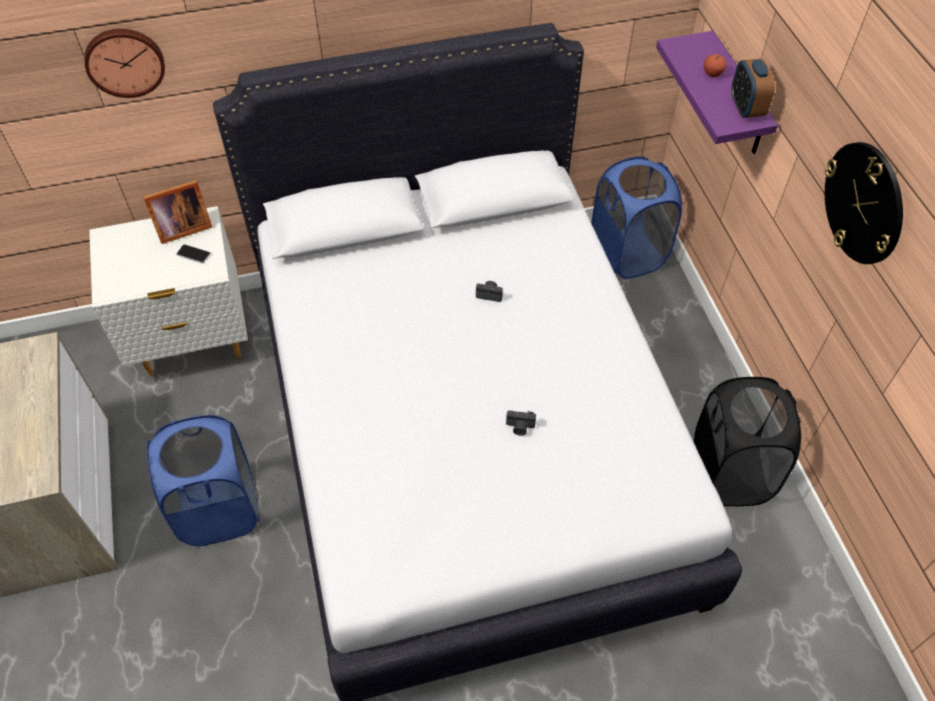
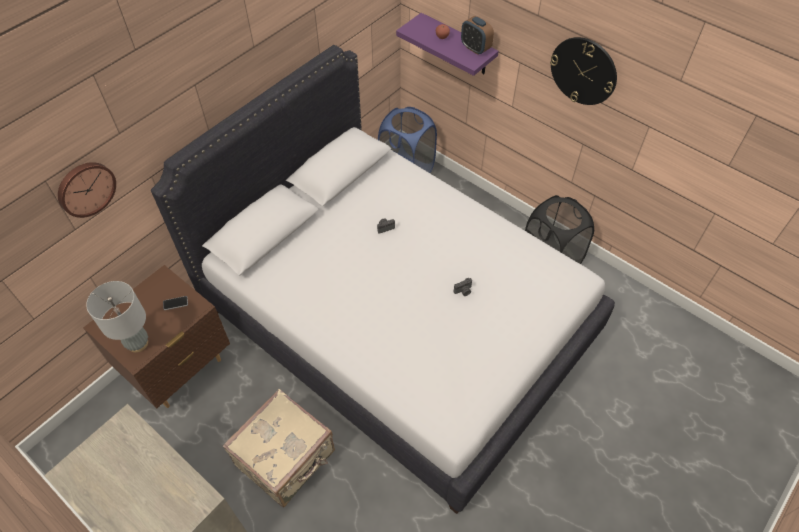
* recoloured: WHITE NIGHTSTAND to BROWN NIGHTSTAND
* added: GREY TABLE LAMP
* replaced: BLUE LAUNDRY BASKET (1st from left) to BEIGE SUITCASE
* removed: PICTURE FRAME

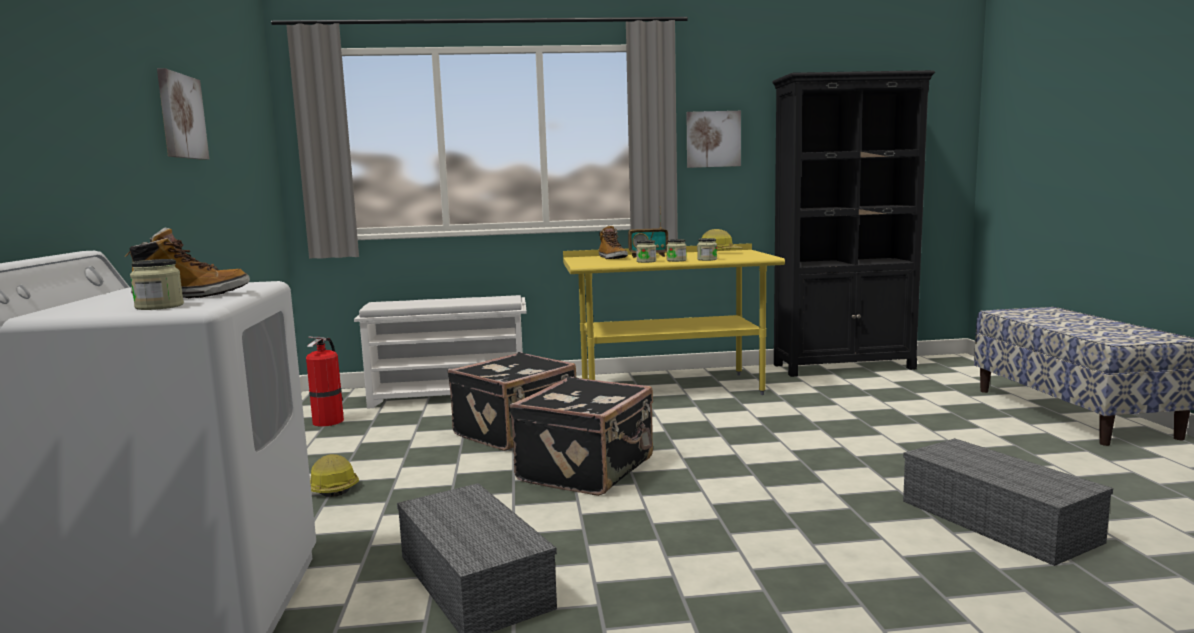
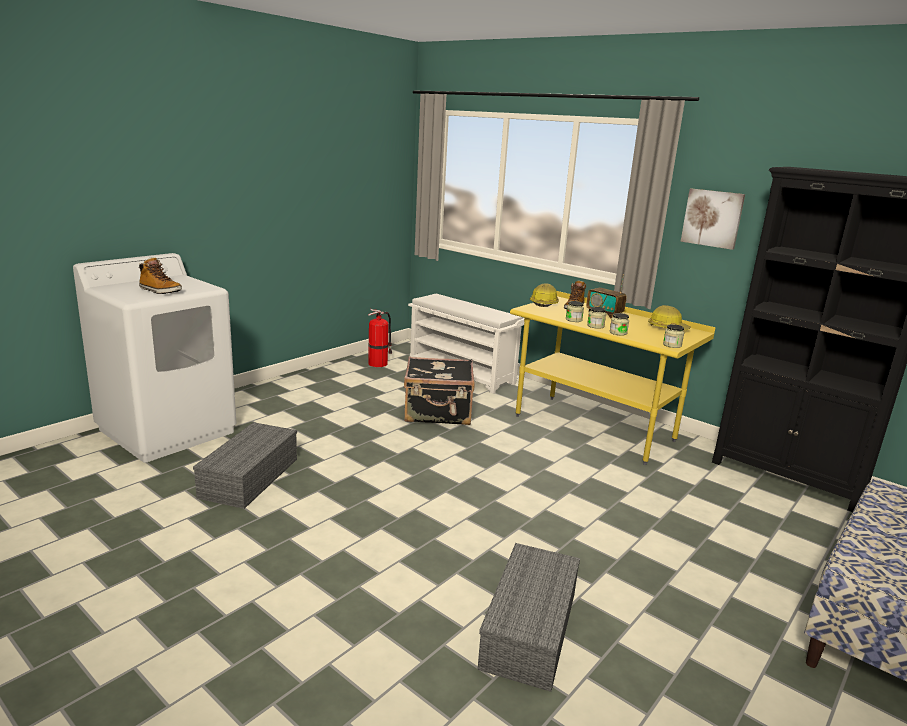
* moved: HARD HAT (1st from left)
* moved: JAR (1st from left in the first image) to JAR (4th from left)
* removed: PICTURE (1st from left)
* removed: BLACK SUITCASE (2nd from left)

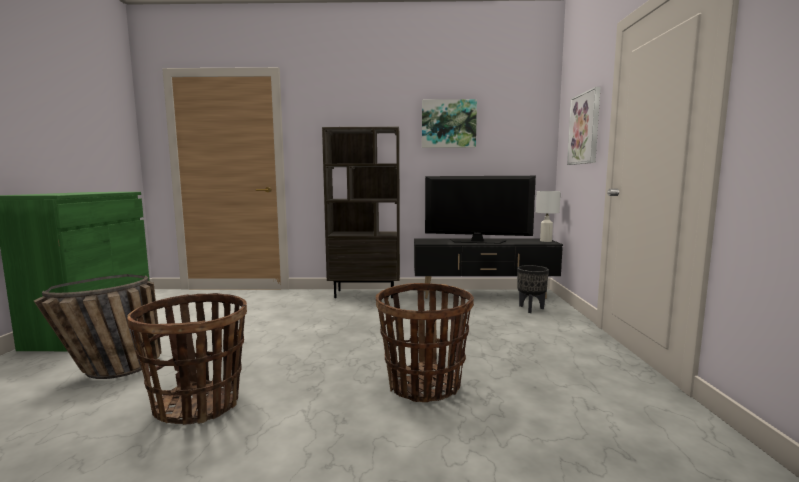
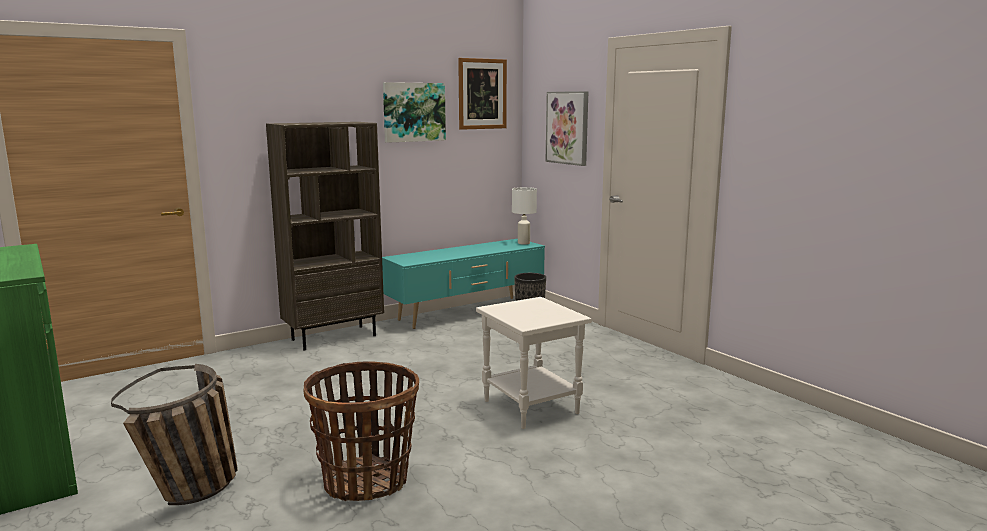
* recoloured: BLACK TV STAND to TURQUOISE TV STAND
* added: PICTURE (2nd from left)
* replaced: BASKET (3rd from left) to WHITE SIDE TABLE
* removed: TELEVISION

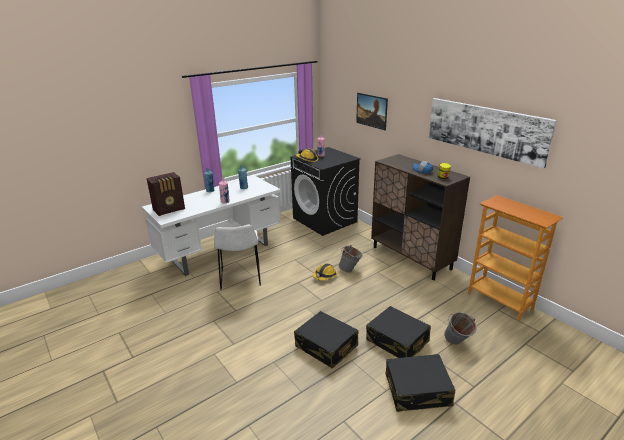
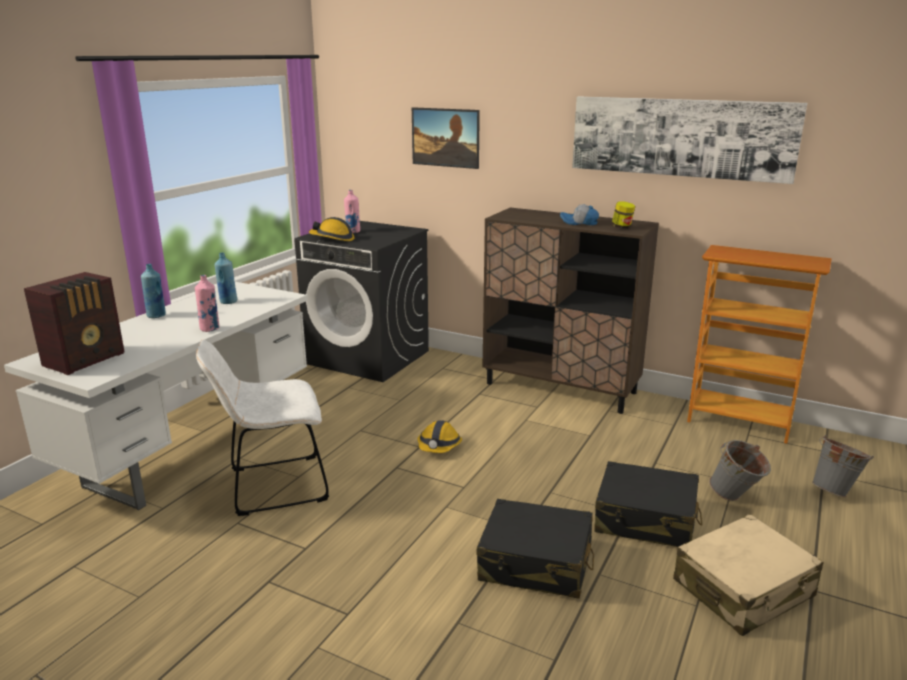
* turned: WHITE CHAIR 105 degrees clockwise
* recoloured: BLACK SUITCASE (3rd from left) to BEIGE SUITCASE
* moved: GREY BUCKET (1st from left in the first image) to GREY BUCKET (2nd from left)

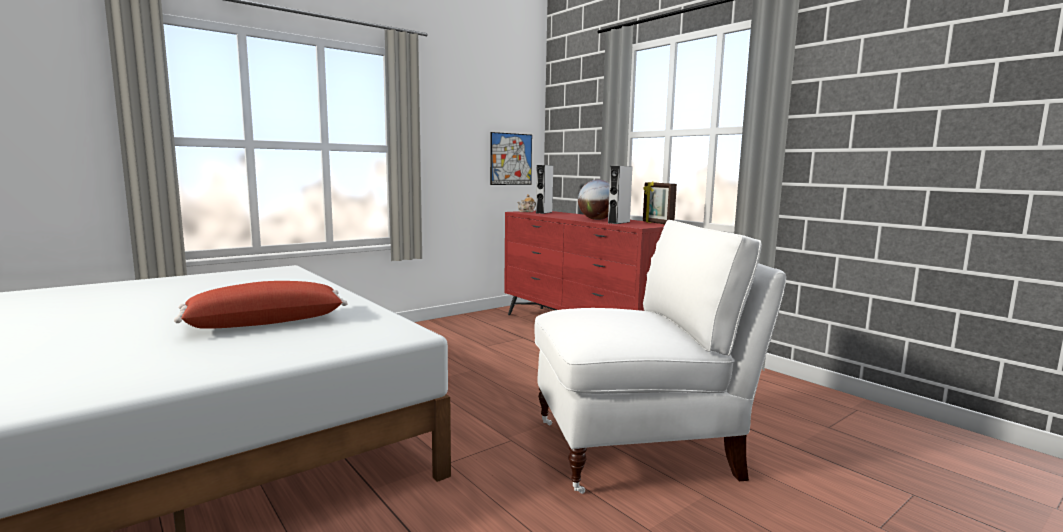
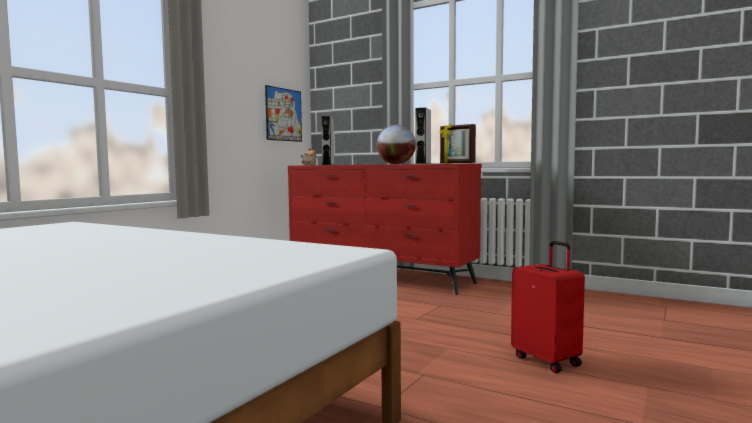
* replaced: WHITE CHAIR to RED SUITCASE
* removed: RED PILLOW

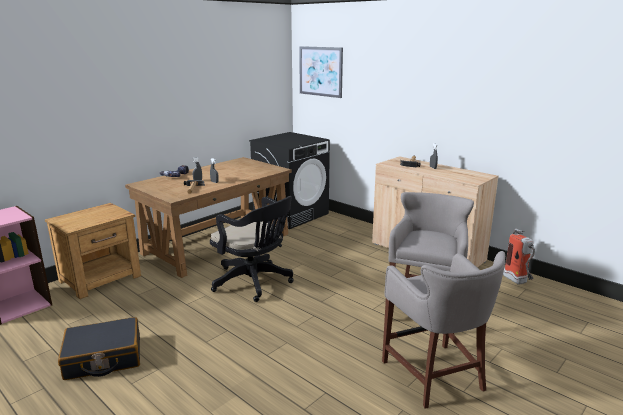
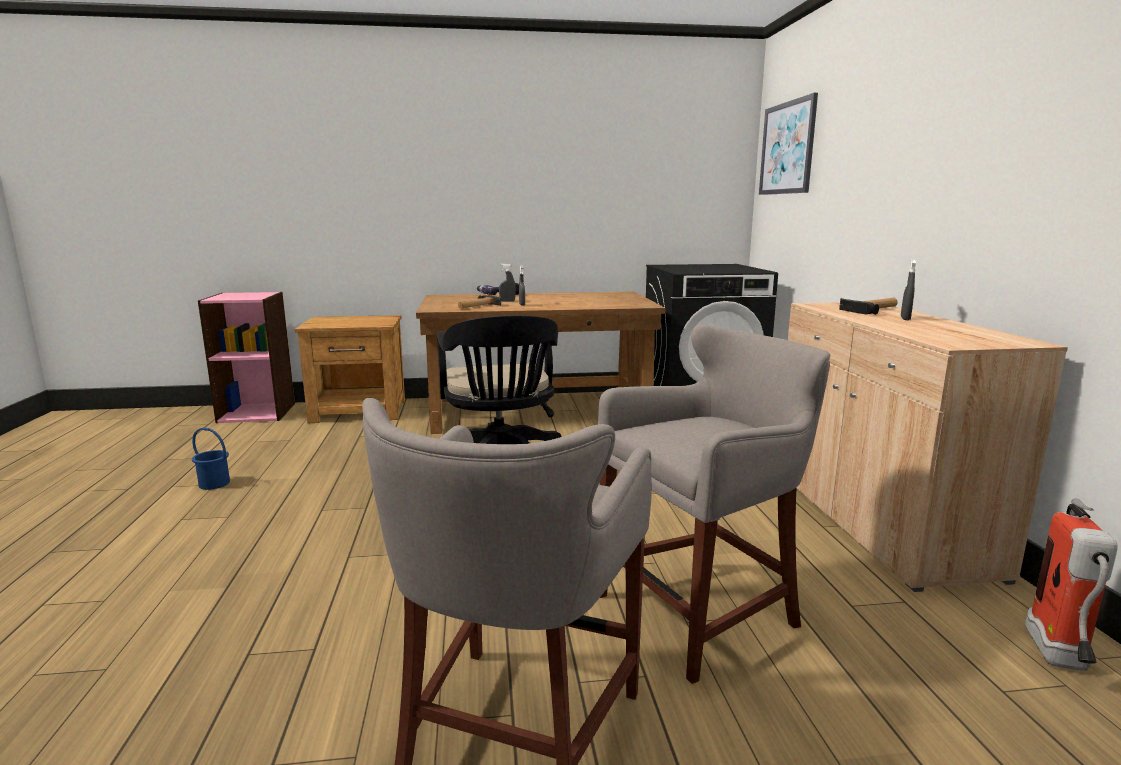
* replaced: BLACK SUITCASE to BLUE BUCKET

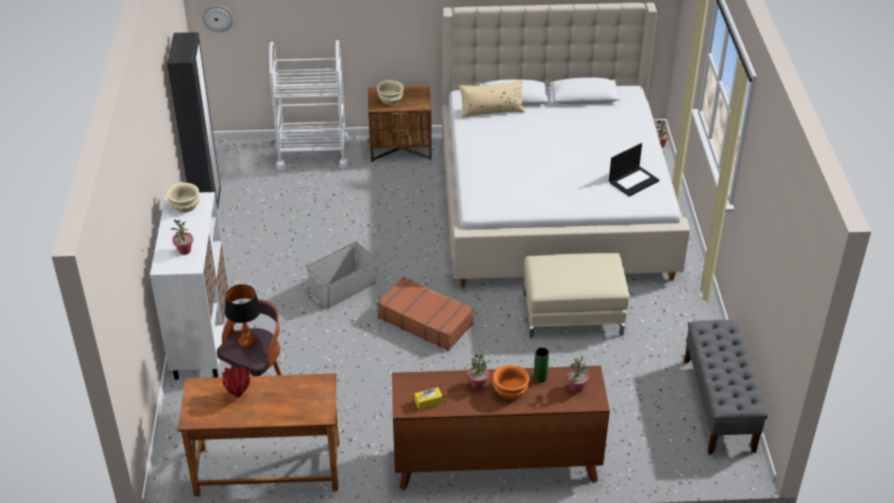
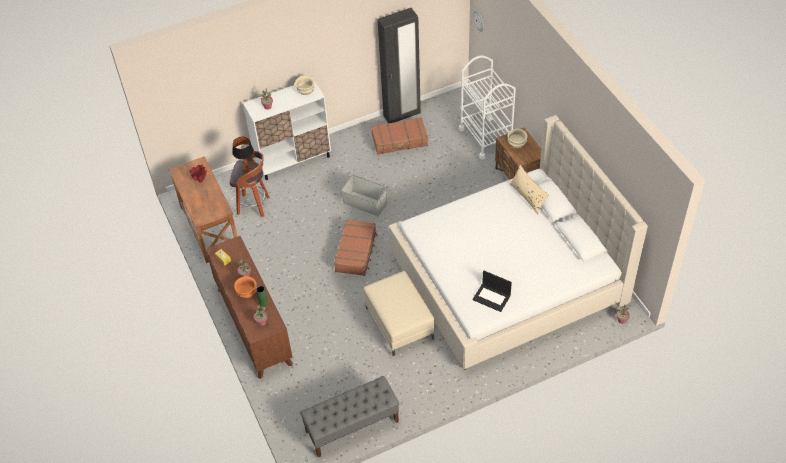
* added: BROWN SUITCASE (2nd from left)

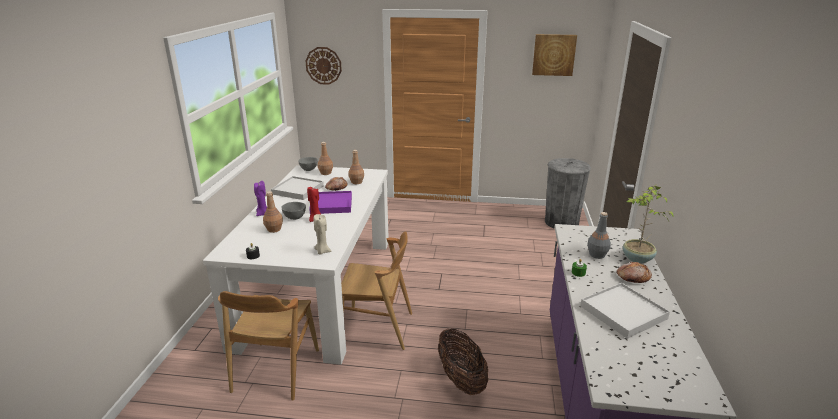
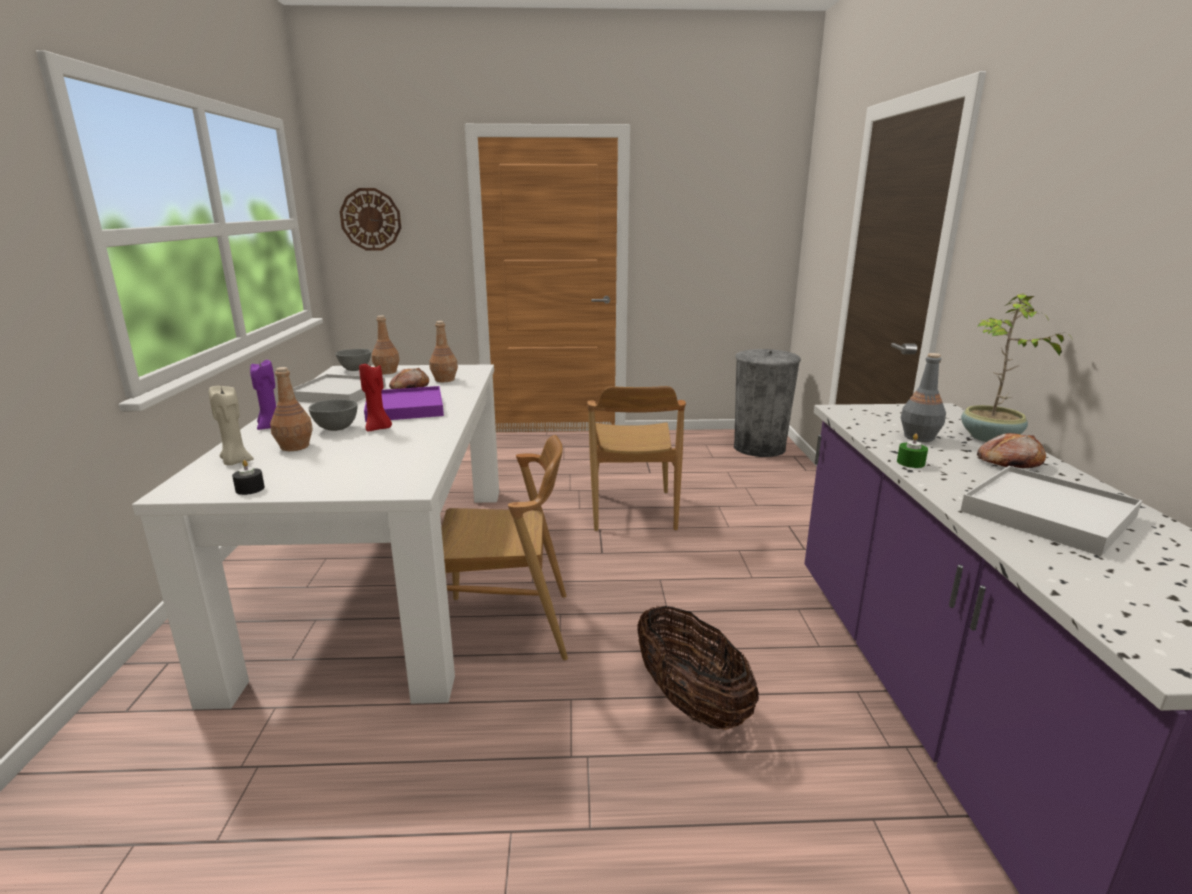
* moved: BEIGE CANDLE
* moved: BROWN CHAIR (1st from left in the first image) to BROWN CHAIR (2nd from left)
* removed: PICTURE

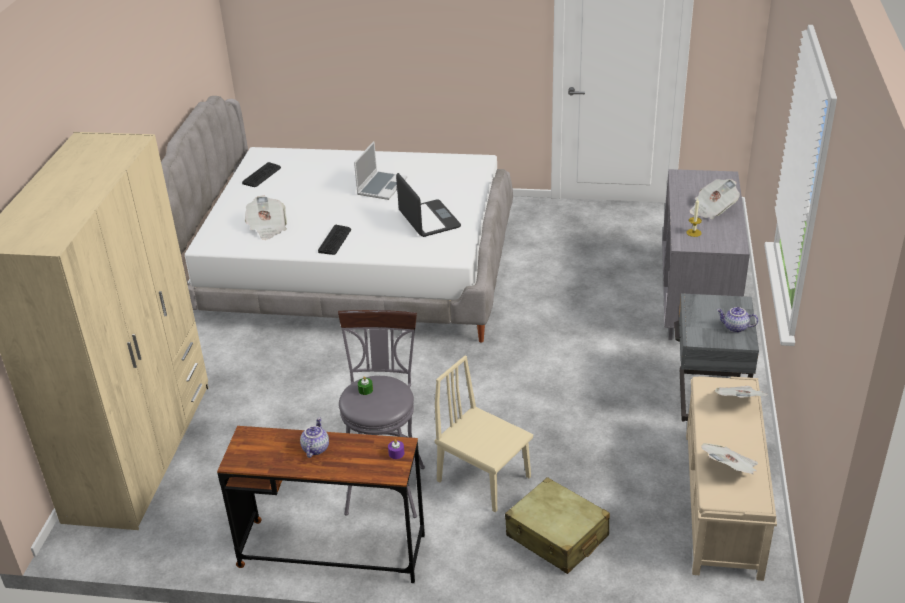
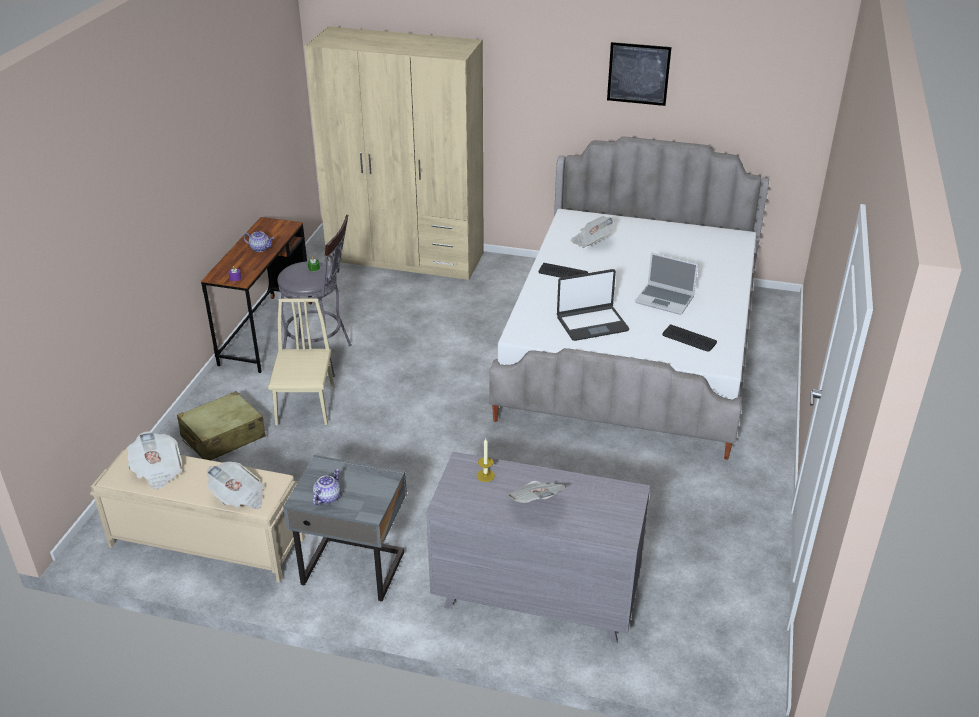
* turned: BEIGE CHAIR 45 degrees counterclockwise
* added: PICTURE
* moved: KEYBOARD (1st from left in the first image) to KEYBOARD (2nd from left)

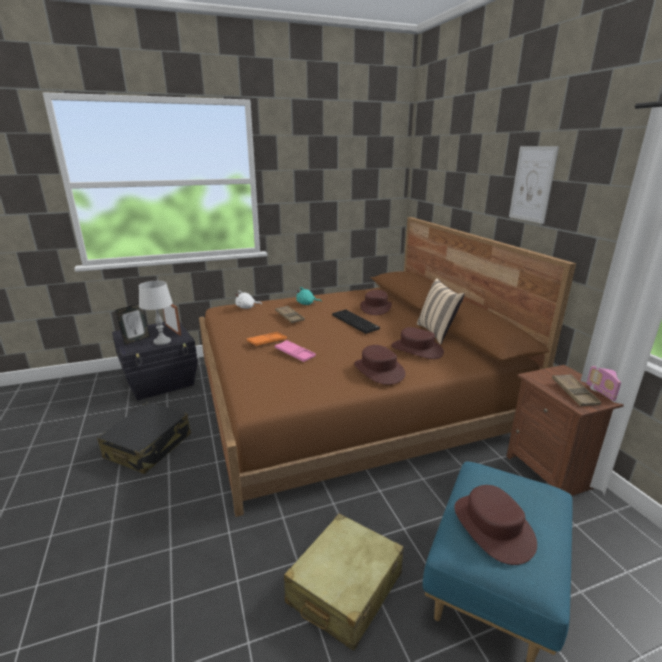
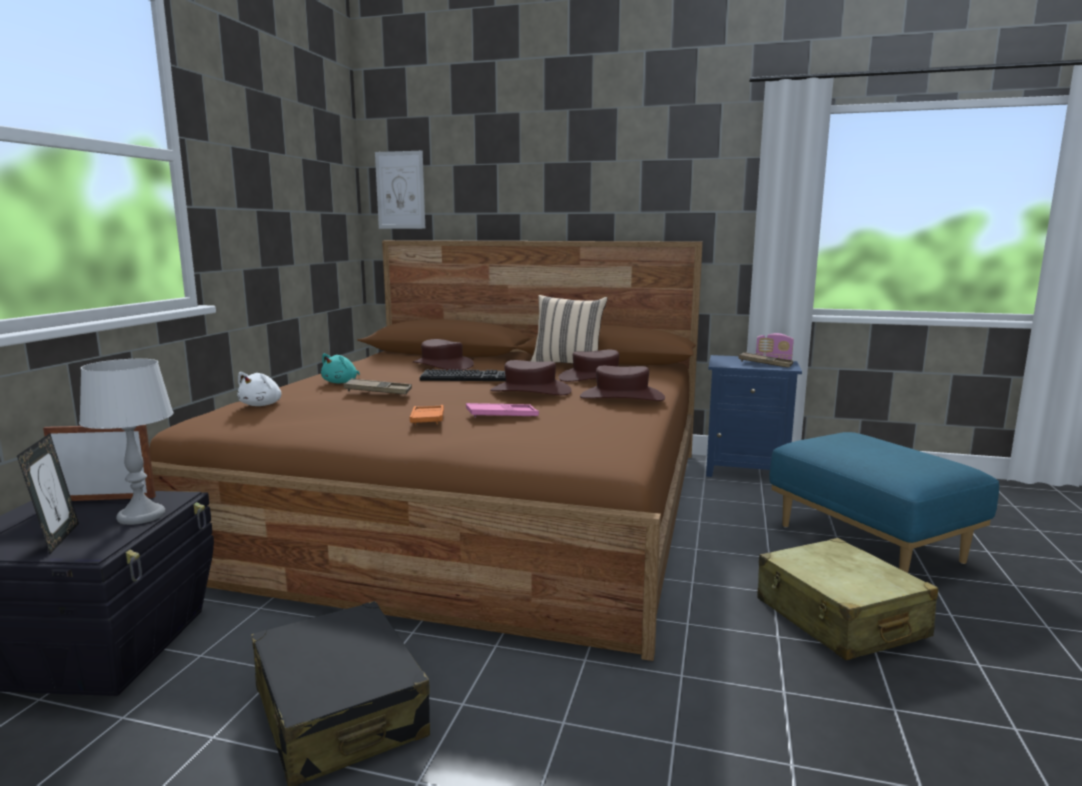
* moved: PICTURE
* moved: BROWN HAT (4th from left in the first image) to BROWN HAT (2nd from left)
* recoloured: BROWN NIGHTSTAND to BLUE NIGHTSTAND

